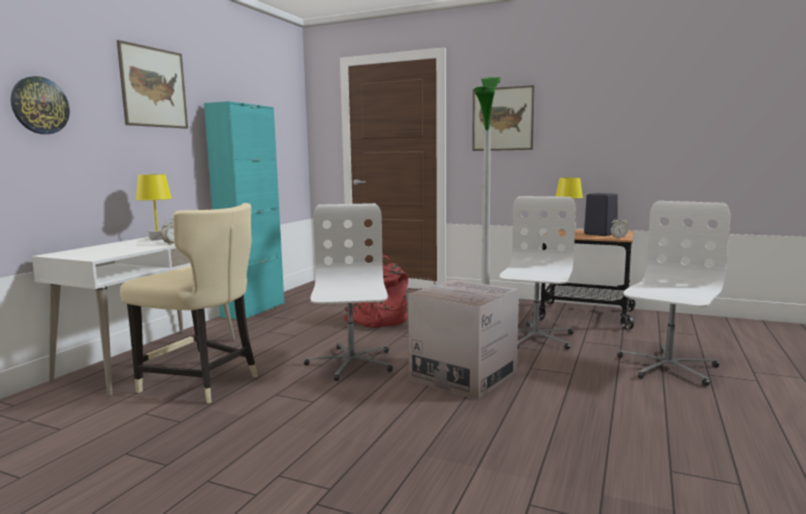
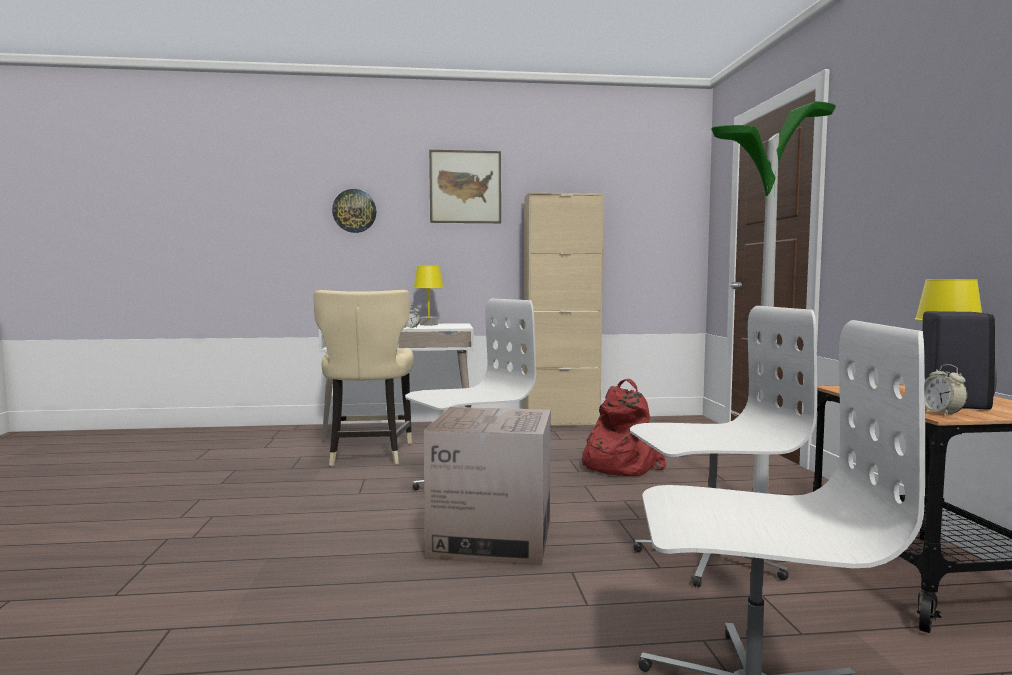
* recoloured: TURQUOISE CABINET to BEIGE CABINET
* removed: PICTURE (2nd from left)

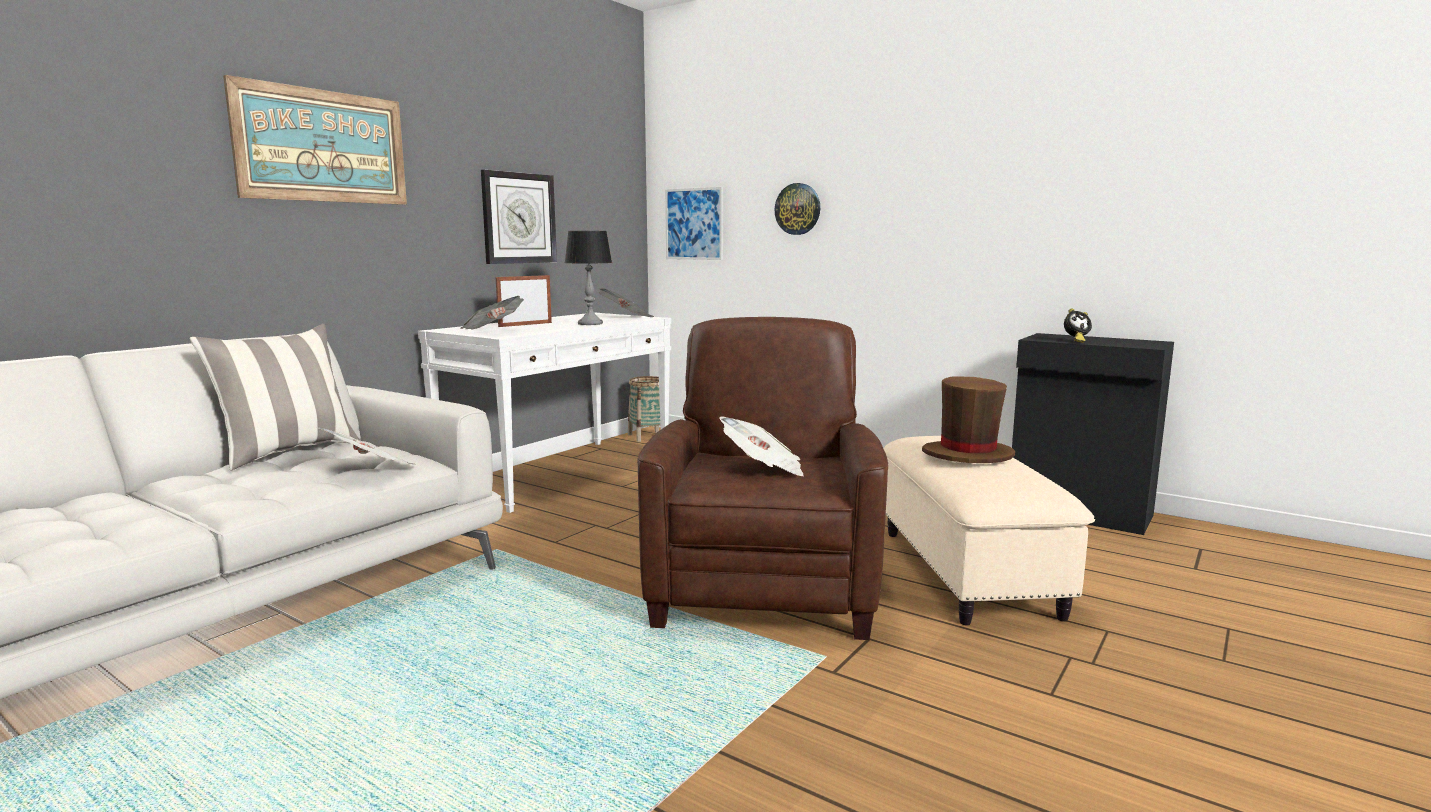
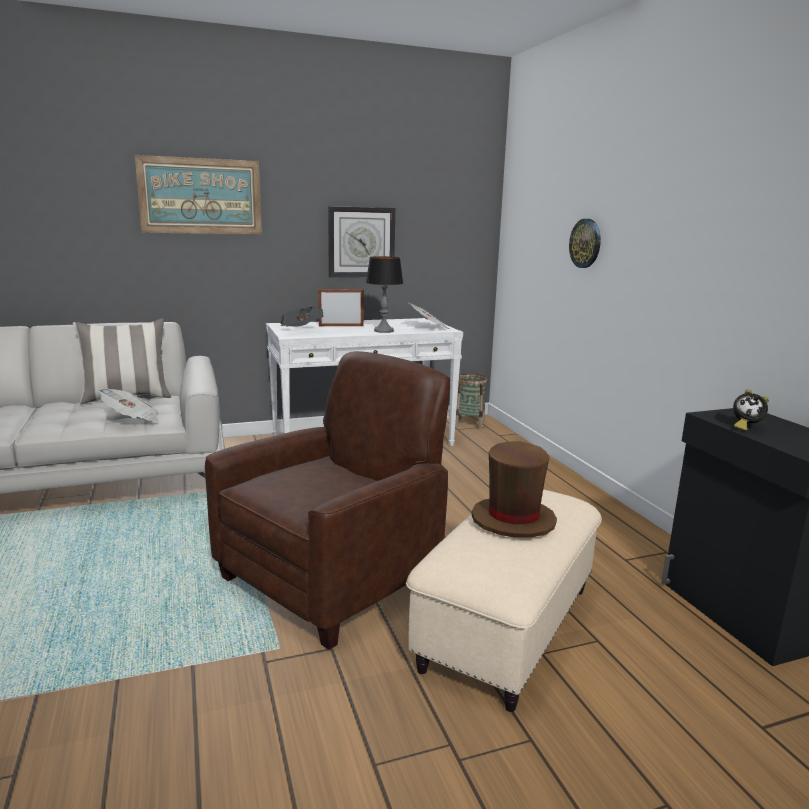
* removed: PICTURE (2nd from left)
* removed: NEWSPAPER (4th from left)

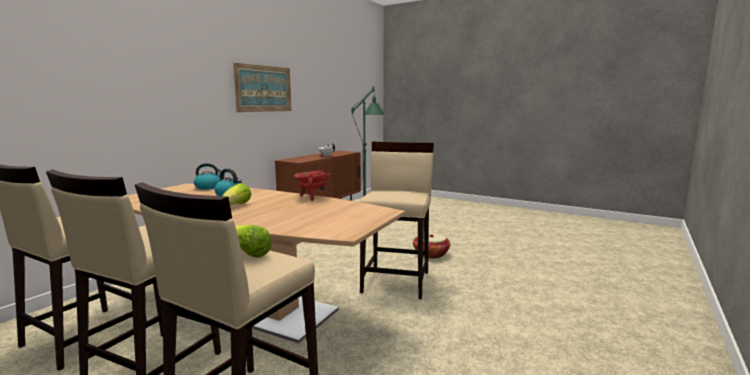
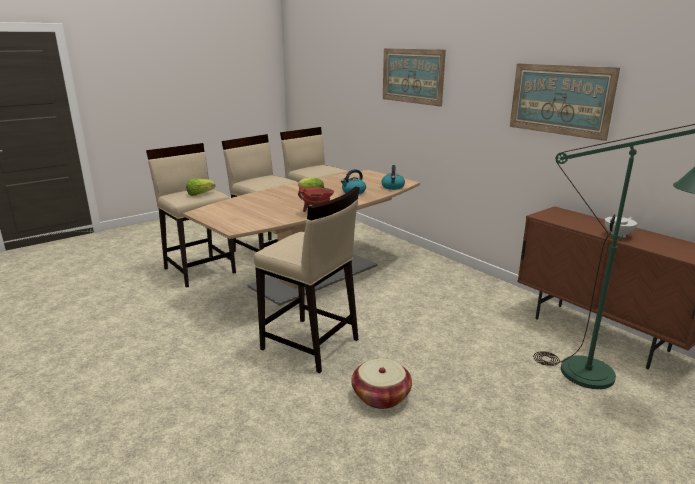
* added: PICTURE (1st from left)

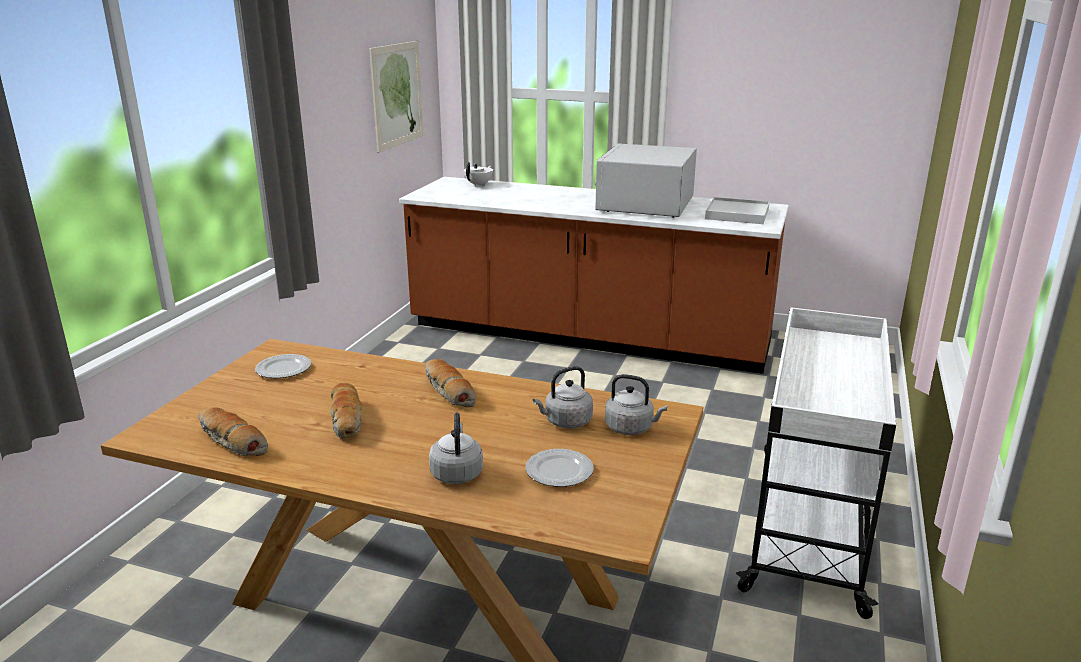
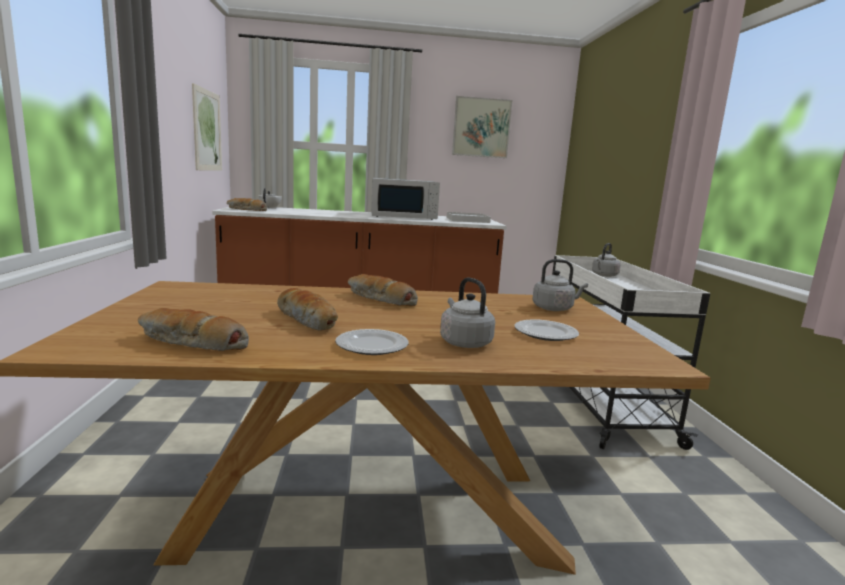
* added: BREAD (2nd from left)
* moved: PLATE (1st from left)
* turned: WHITE MICROWAVE 90 degrees counterclockwise
* added: PICTURE (2nd from left)
* moved: GREY KETTLE (2nd from left in the first image) to GREY KETTLE (3rd from left)

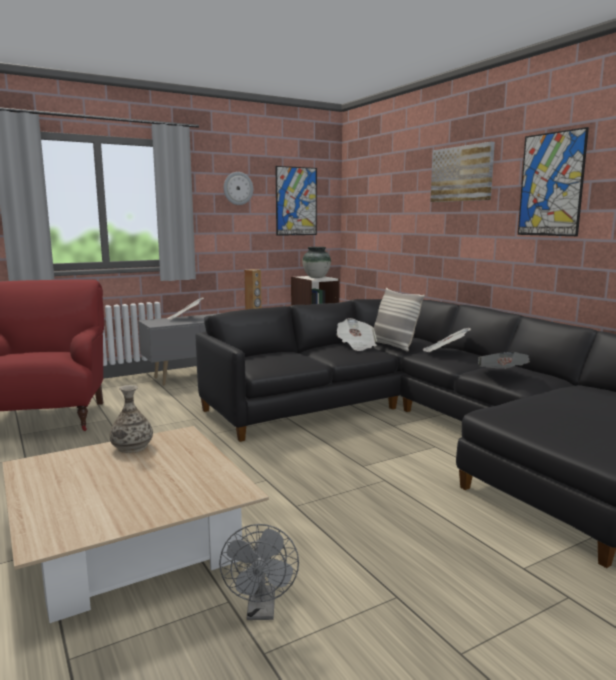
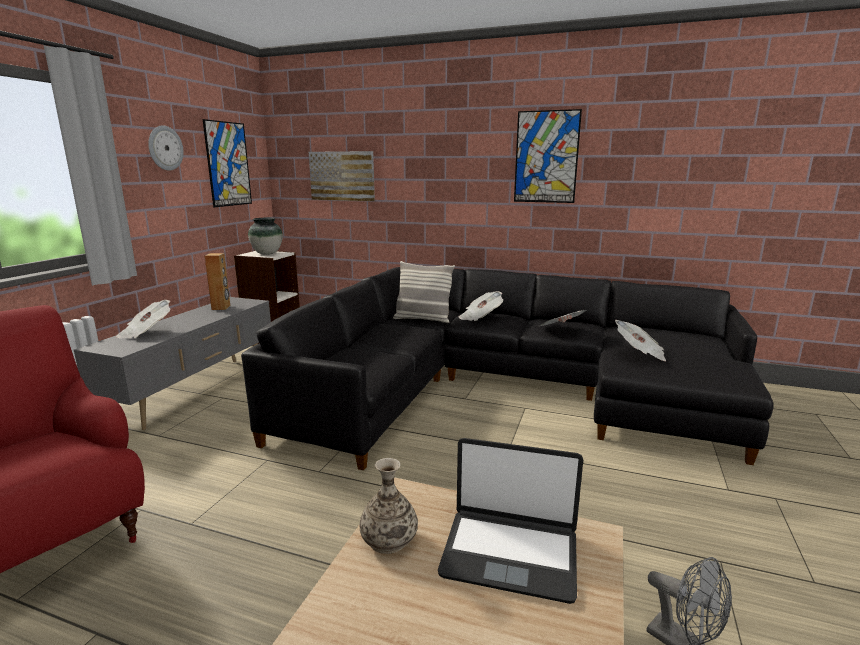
* moved: PICTURE (2nd from left)
* added: LAPTOP
* moved: NEWSPAPER (2nd from left in the first image) to NEWSPAPER (4th from left)

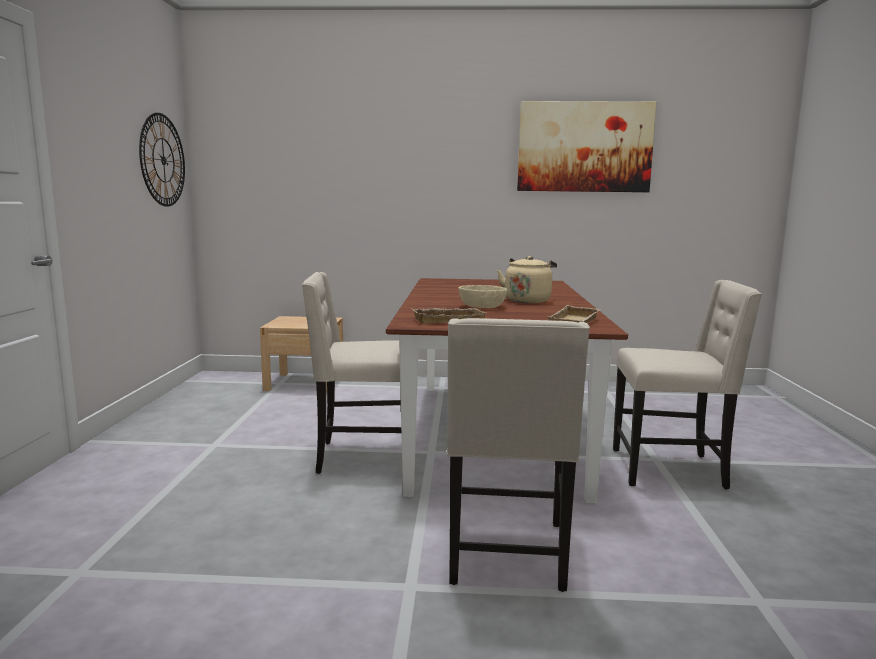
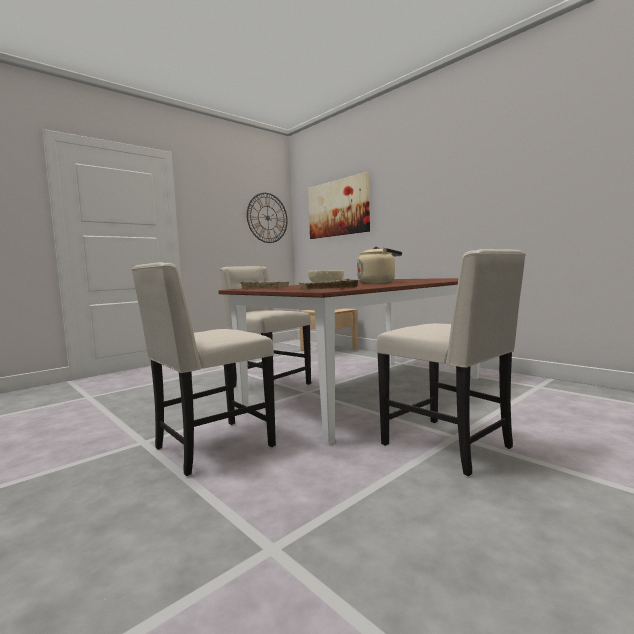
* moved: PICTURE

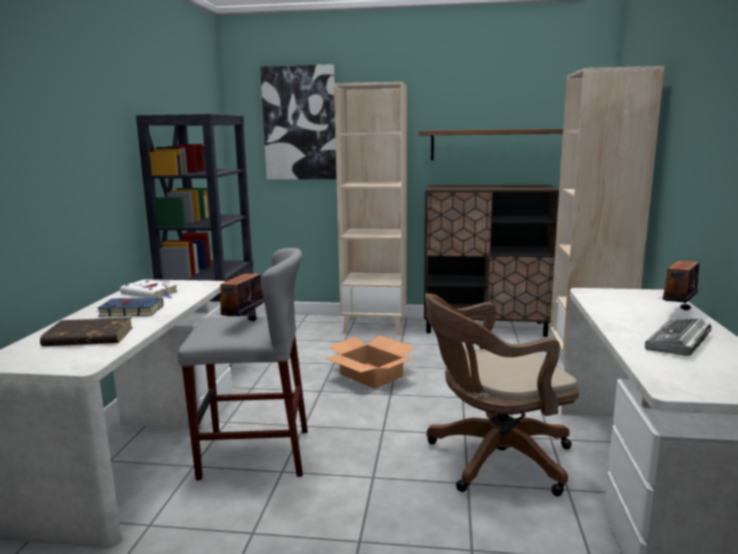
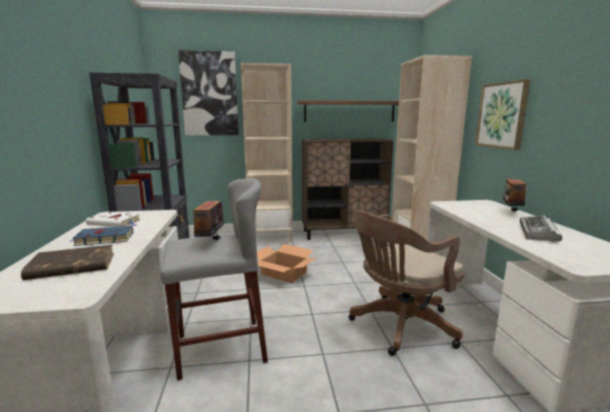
* added: PICTURE (2nd from left)

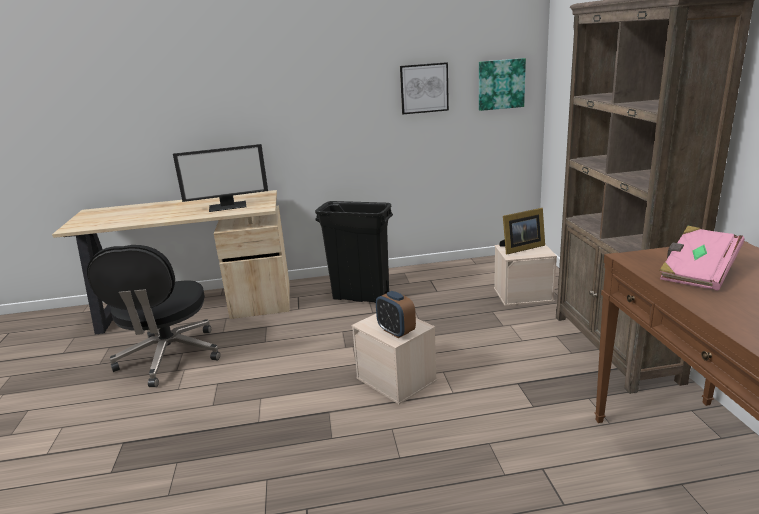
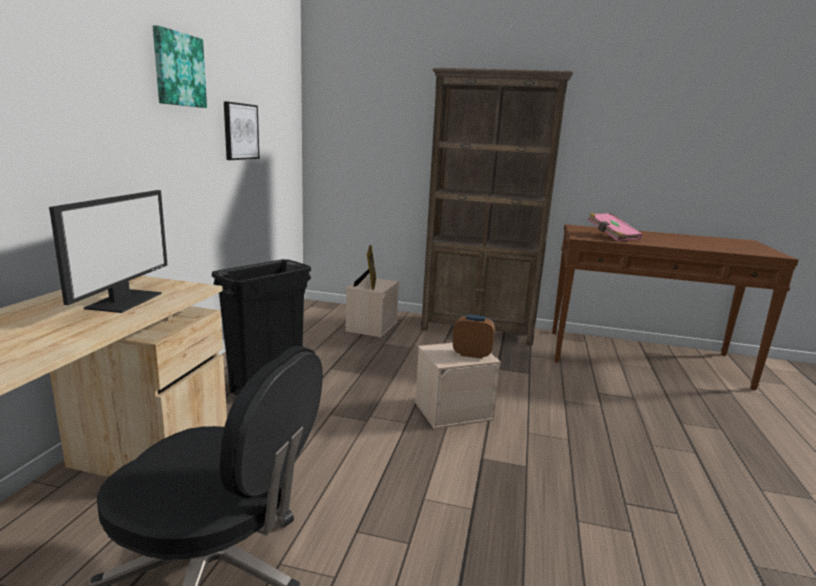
* moved: PICTURE (2nd from left in the first image) to PICTURE (1st from left)
* turned: ALARM CLOCK 150 degrees counterclockwise

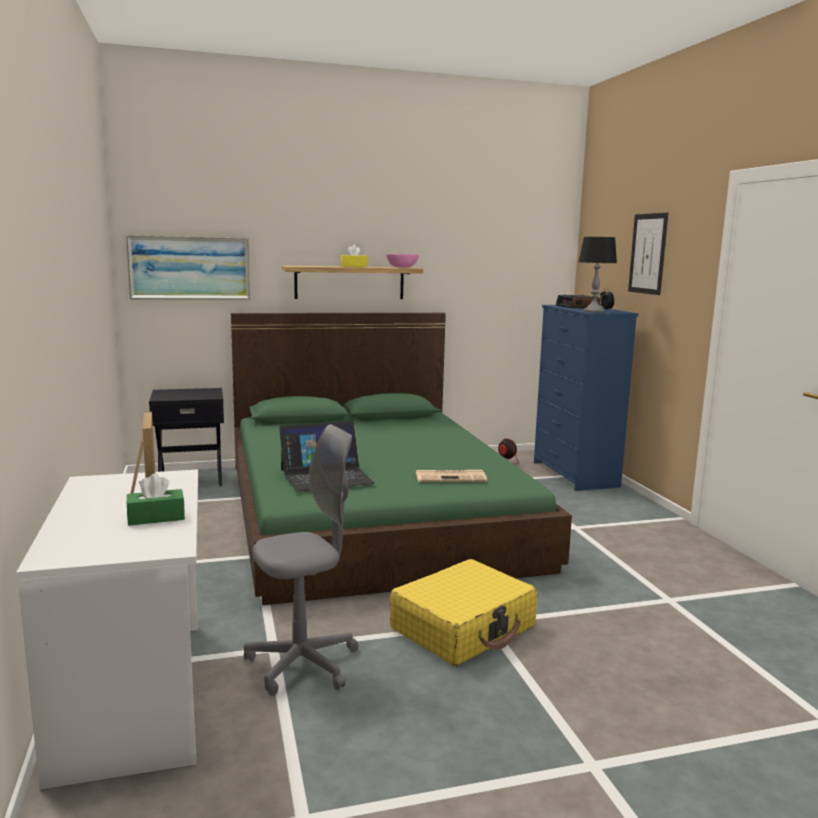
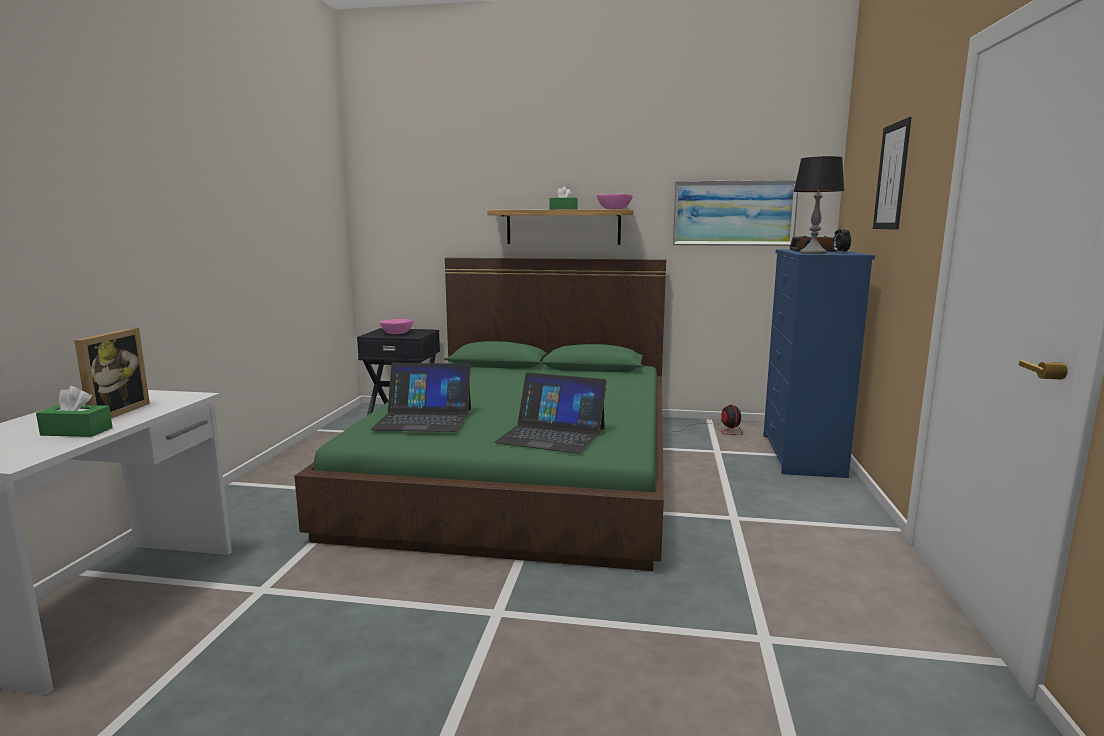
* added: PINK BOWL (1st from left)
* replaced: NEWSPAPER to LAPTOP (2nd from left)
* recoloured: YELLOW TISSUE BOX to GREEN TISSUE BOX (2nd from left)
* moved: PICTURE (1st from left)
* removed: GREY OFFICE CHAIR
* removed: YELLOW SUITCASE

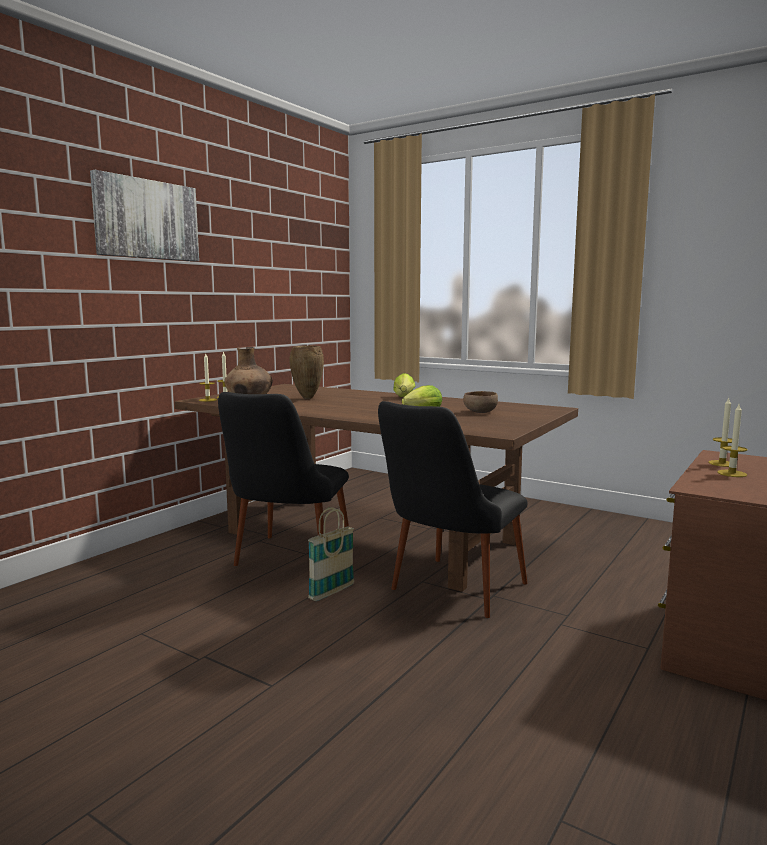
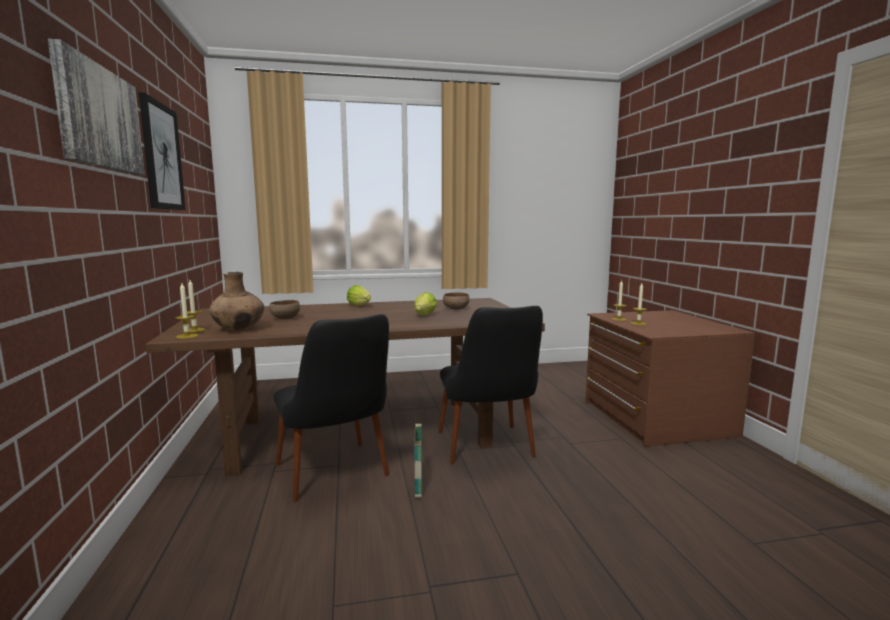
* added: PICTURE (2nd from left)
* replaced: BROWN VASE (2nd from left) to BROWN BOWL (1st from left)

